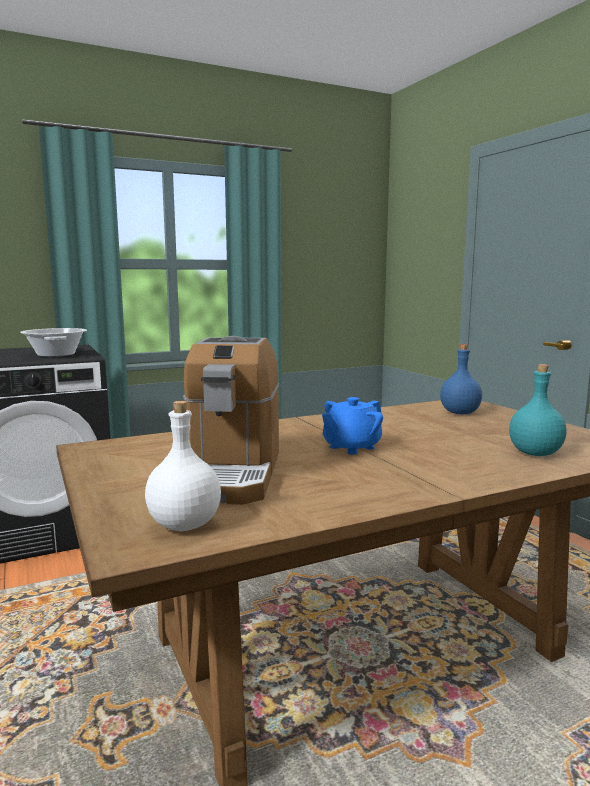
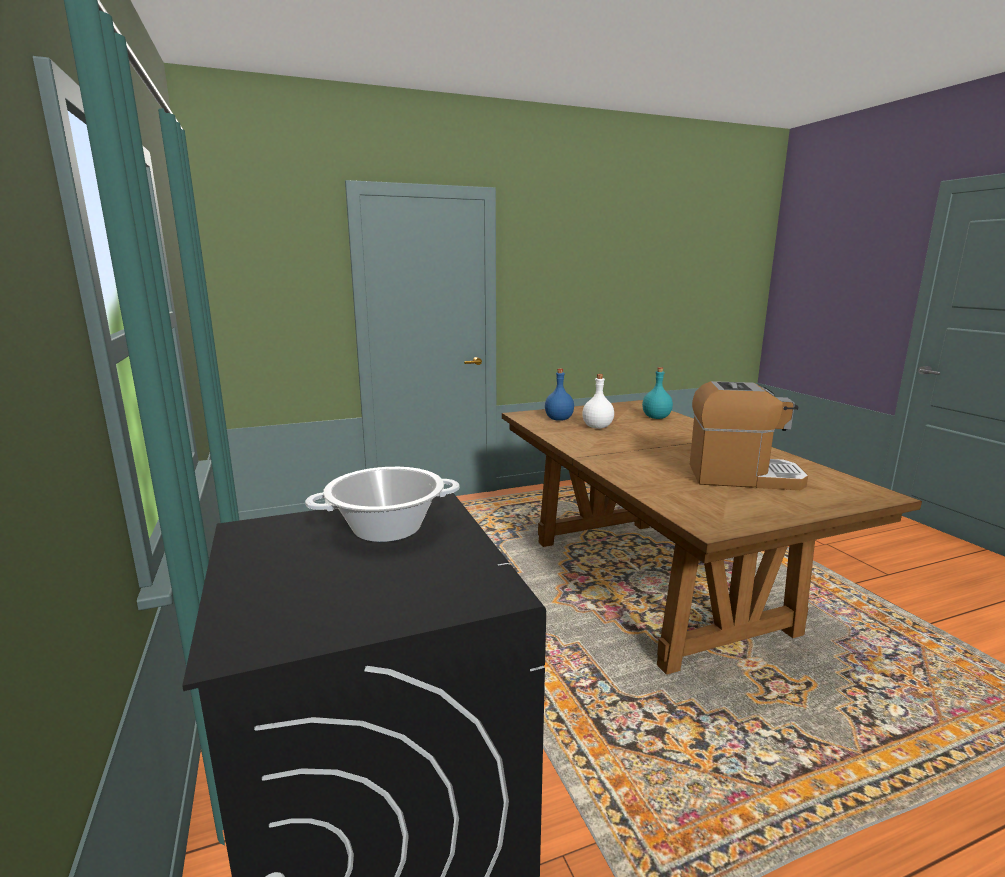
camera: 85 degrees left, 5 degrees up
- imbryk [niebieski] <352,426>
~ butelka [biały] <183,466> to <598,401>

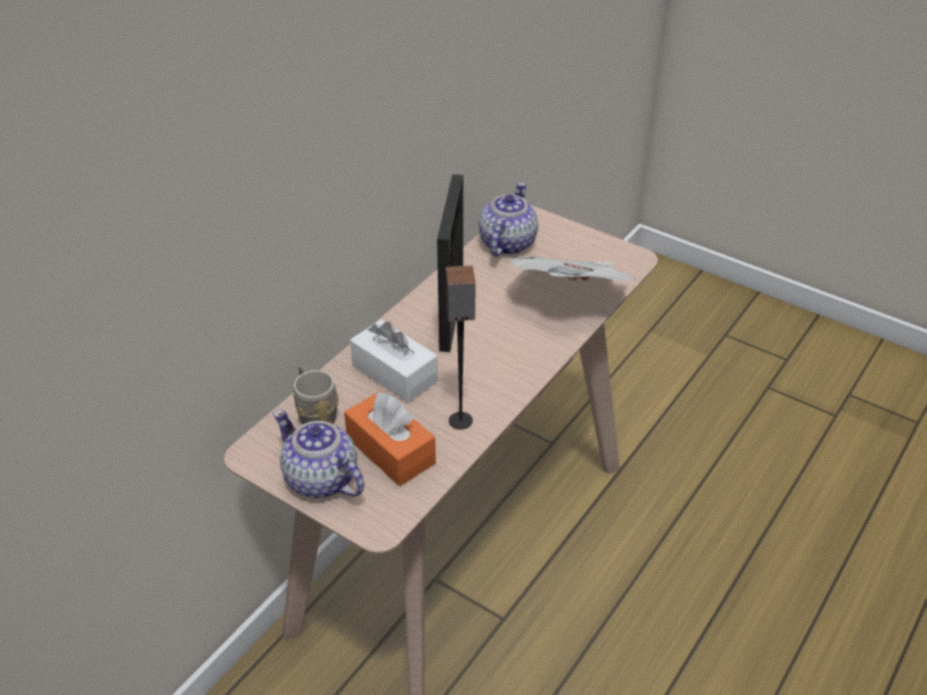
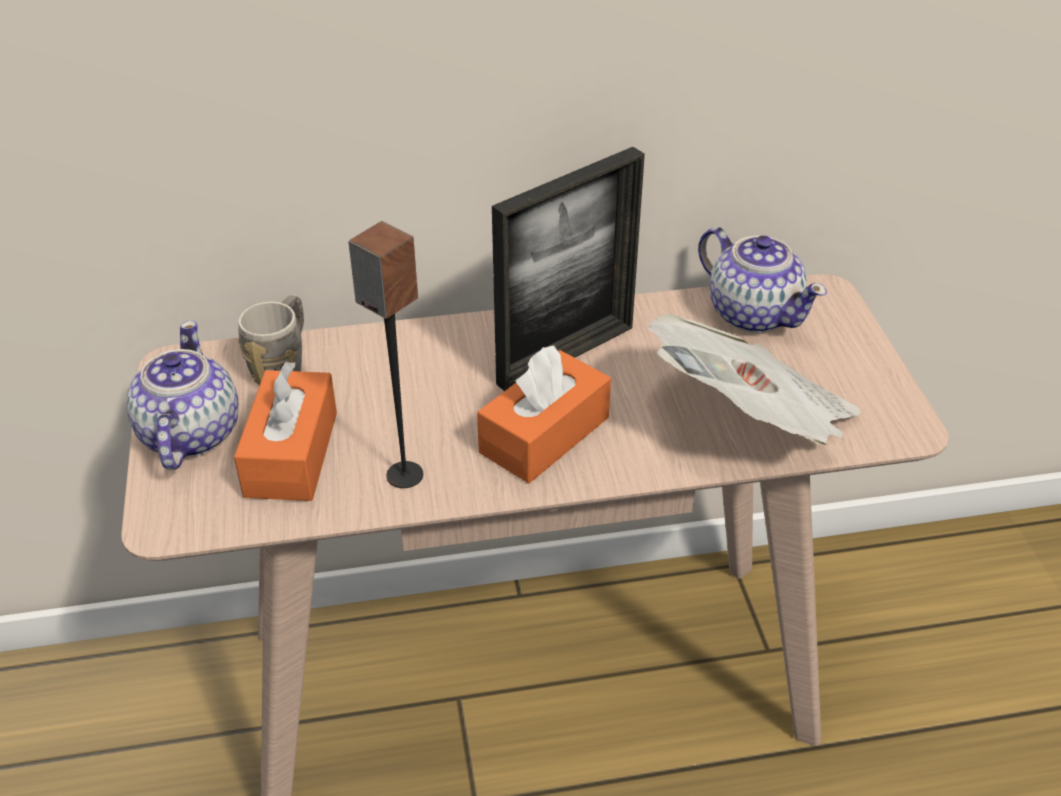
camera: 45 degrees right, 0 degrees up
~ imbryk <508,219> = <762,280> 75 degrees clockwise
- pudełko chusteczek [biały] <394,361>
+ pudełko chusteczek [pomarańczowy] <544,414>

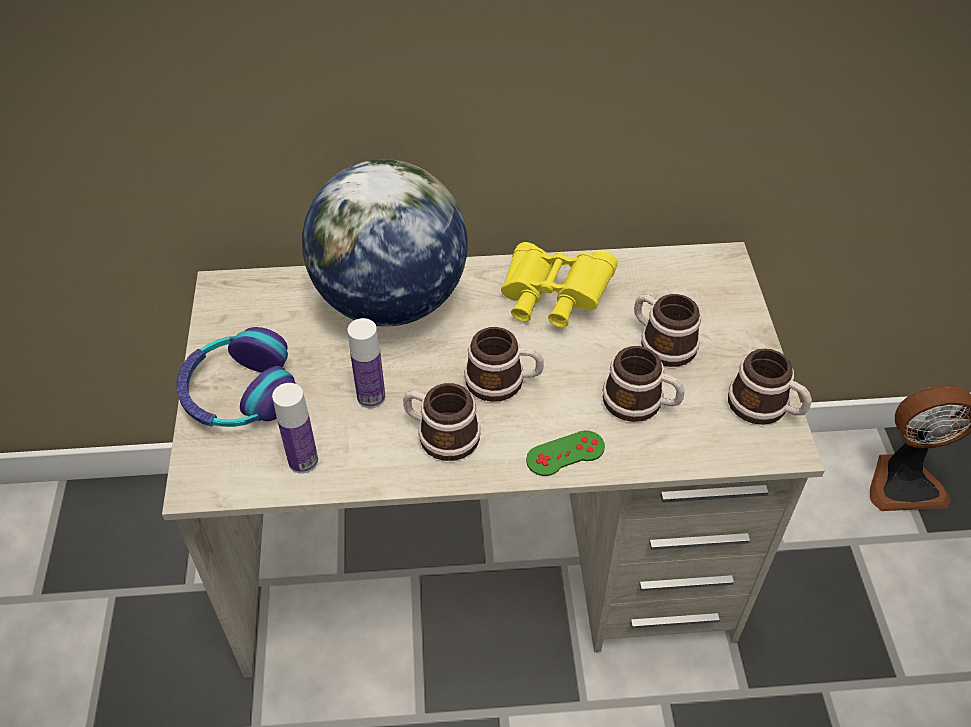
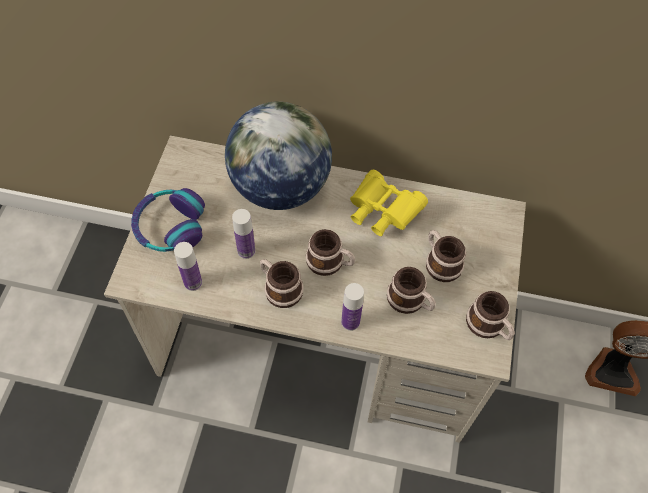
camera: 15 degrees right, 10 degrees up
~ pad do gier [zielony] <565,453> to butelka <352,307>

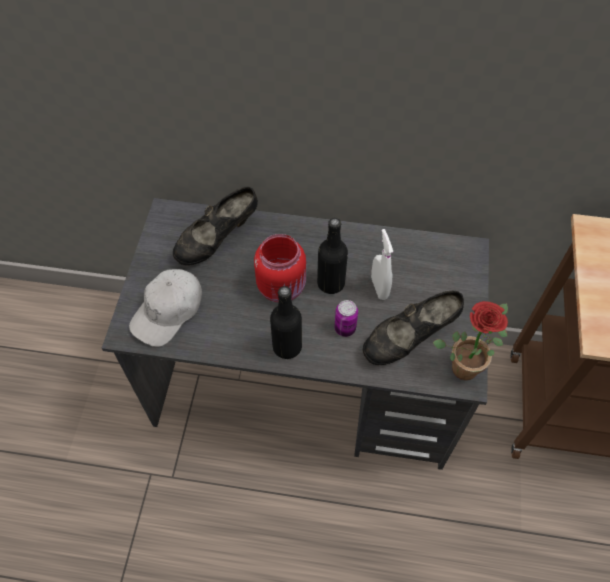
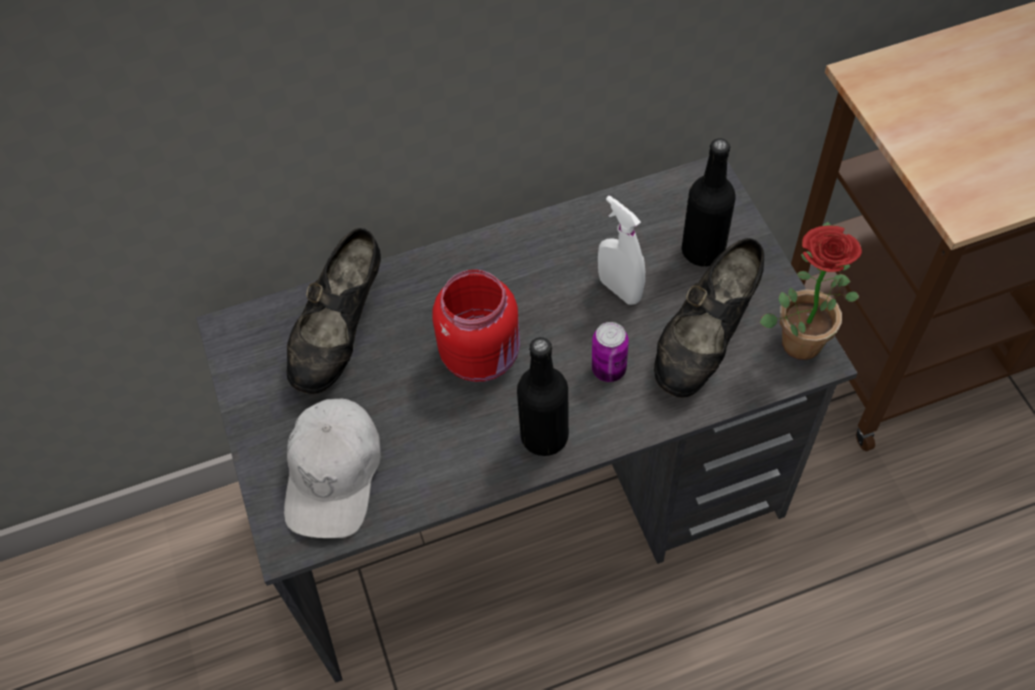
camera: 25 degrees left, 0 degrees up
~ butelka [czarny] <332,256> to <709,202>

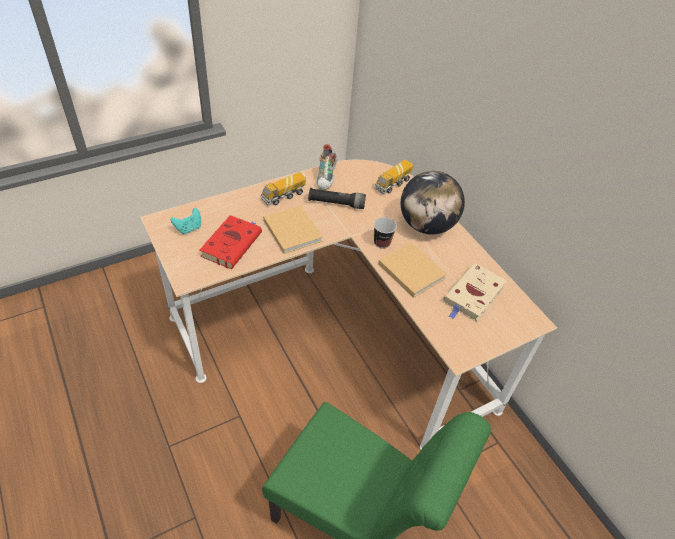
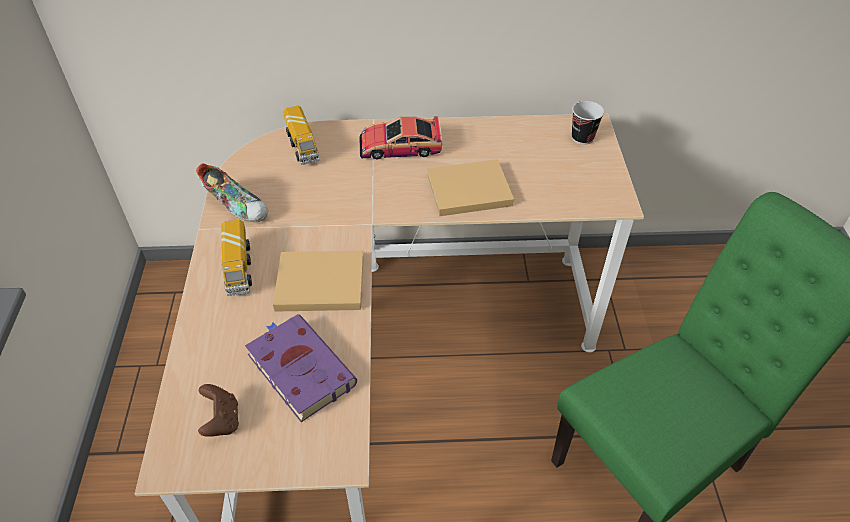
camera: 60 degrees left, 0 degrees up
~ globus <433,203> to samochodzik <400,138>
- latarka [czarny] <337,198>
~ pad do gier [turkusowy] <186,221> to pad do gier [brązowy] <218,410>
~ książka [czerwony] <230,242> to książka [fioletowy] <301,368>
~ filiżanka <385,233> to <588,123>
- książka [beżowy] <475,292>

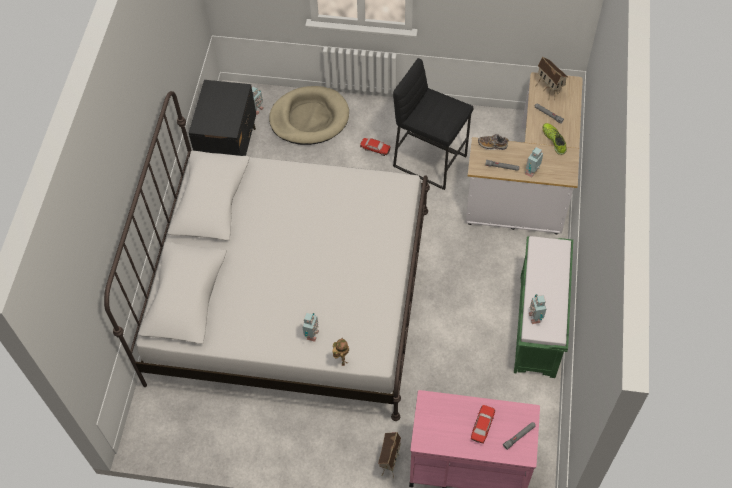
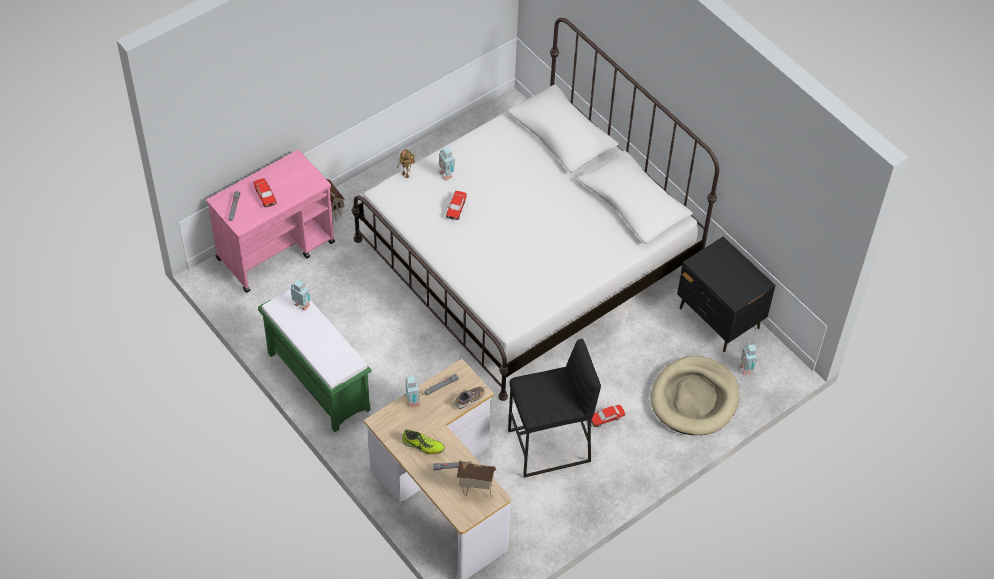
camera: 130 degrees right, 5 degrees down
+ samochodzik <456,205>

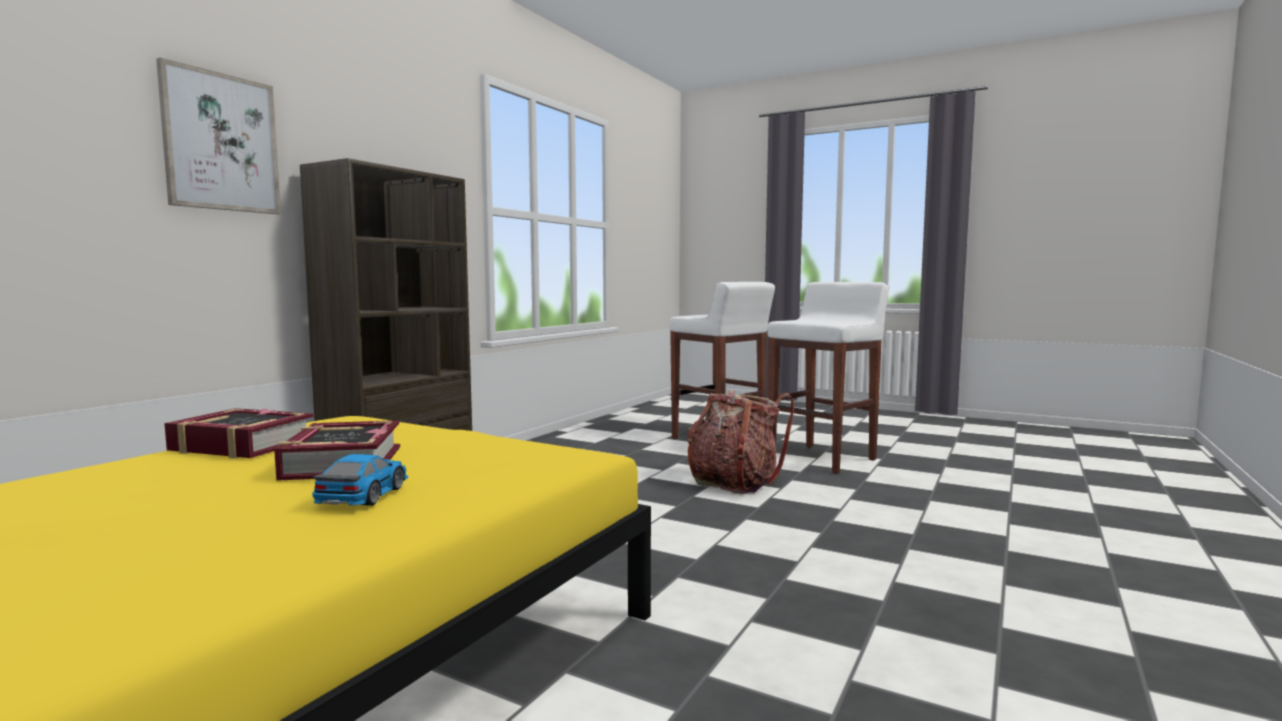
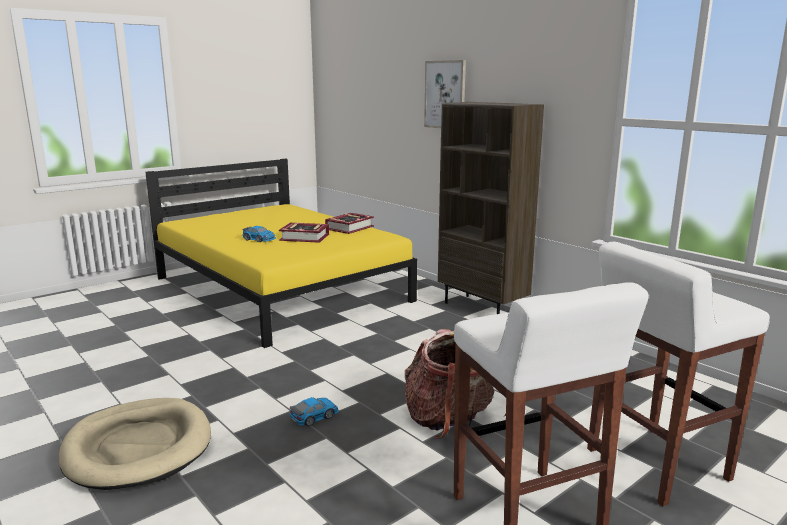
camera: 110 degrees right, 10 degrees up
+ samochodzik <314,411>
+ legowisko [beżowy] <135,444>

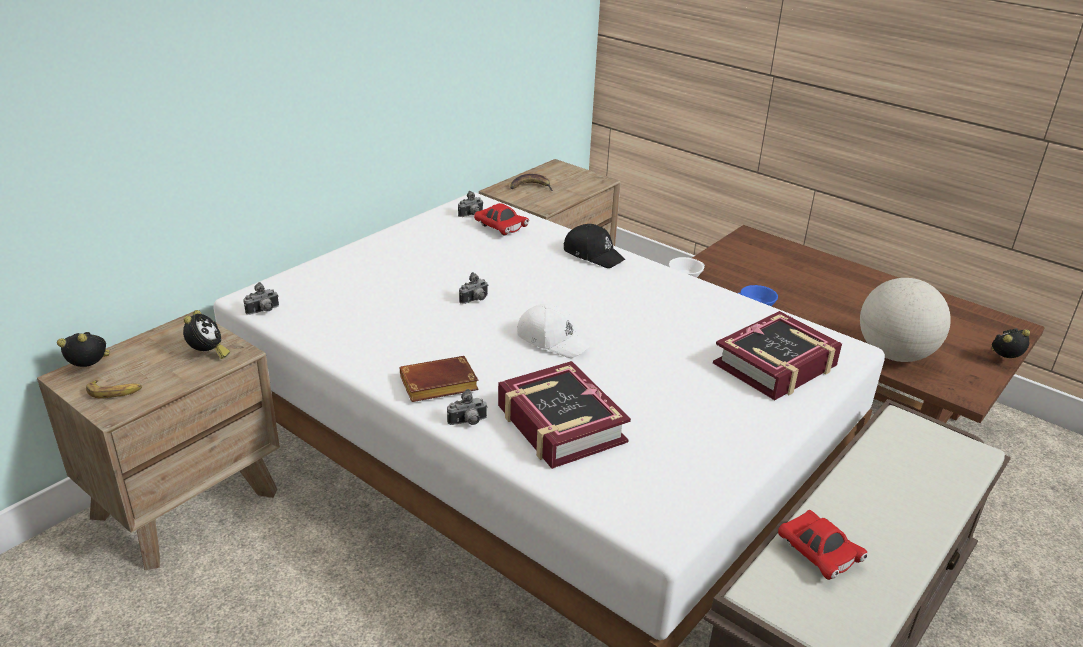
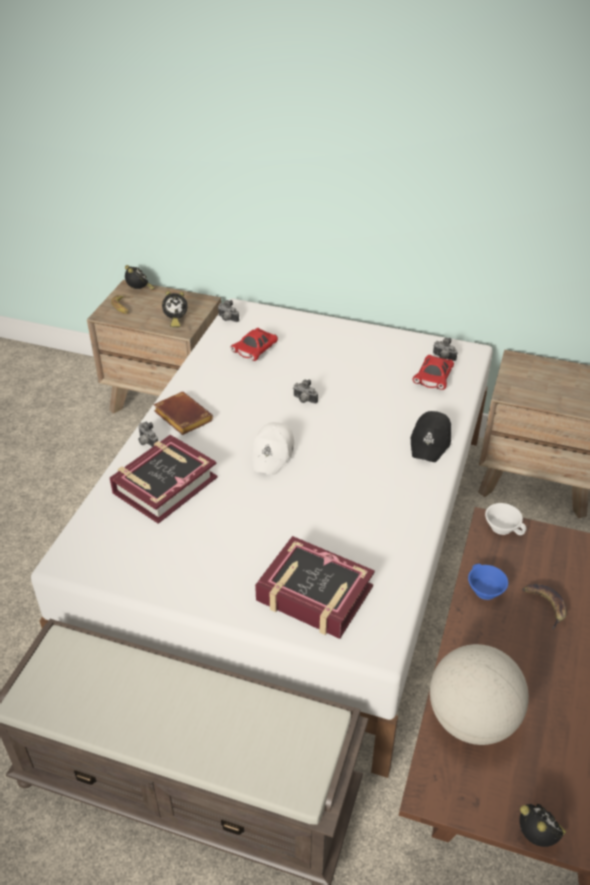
camera: 70 degrees right, 10 degrees up
~ banan <531,182> to <544,607>
~ samochodzik [czerwony] <823,545> to <254,344>

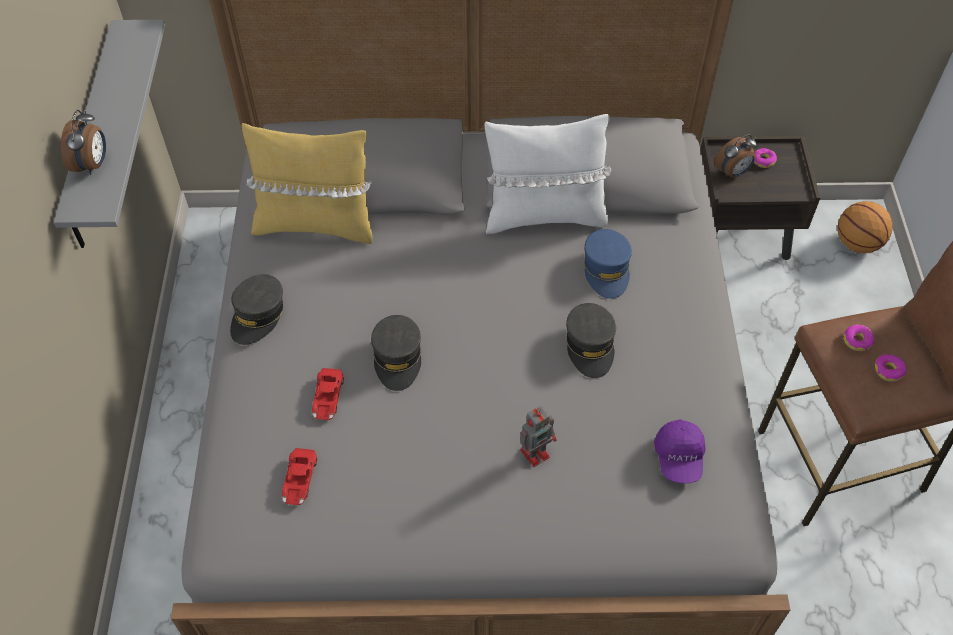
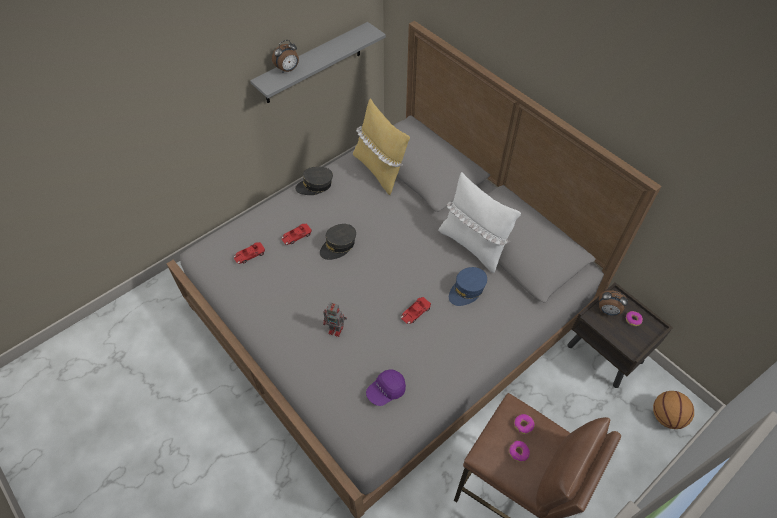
camera: 50 degrees right, 0 degrees up
~ czapka z daszkiem [szary] <591,340> to samochodzik [czerwony] <416,310>

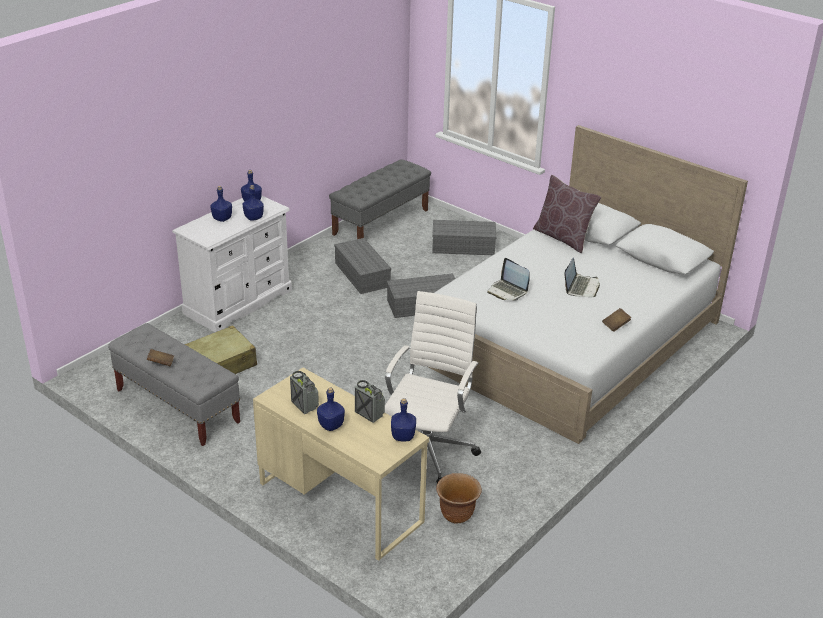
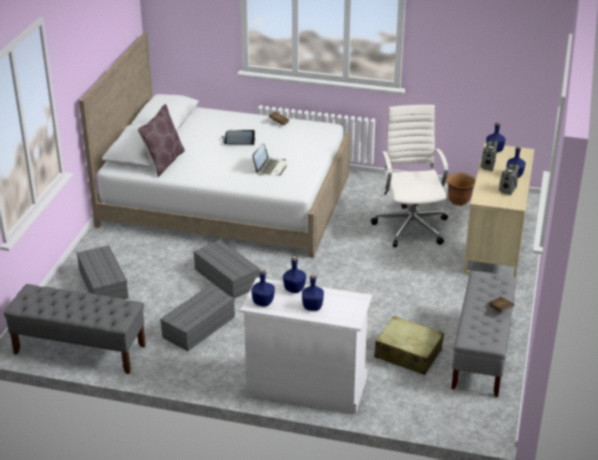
camera: 115 degrees left, 0 degrees up
~ krzesło biurowe [biały] <433,387> = <409,176> 90 degrees clockwise

